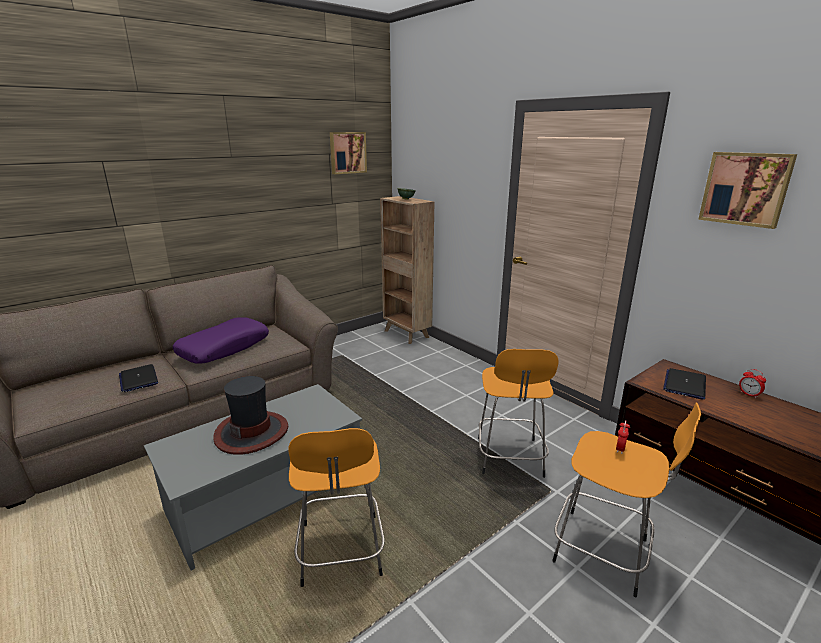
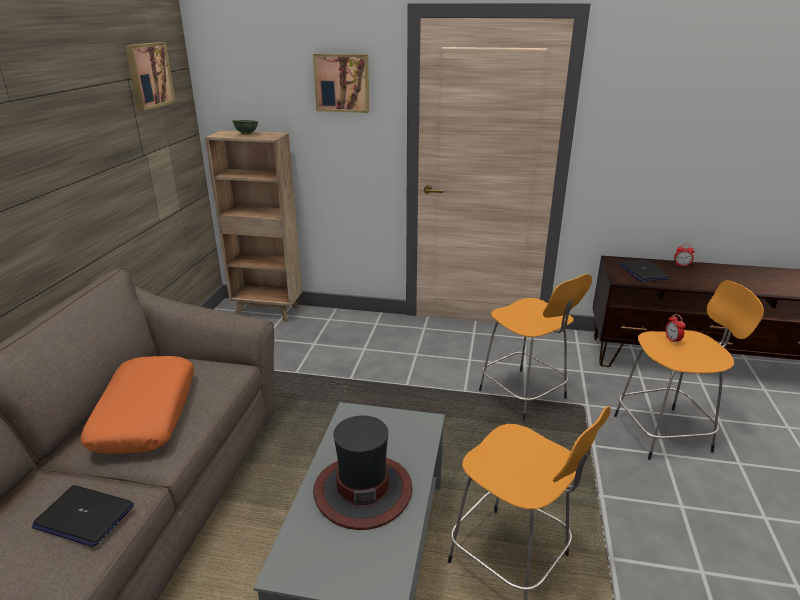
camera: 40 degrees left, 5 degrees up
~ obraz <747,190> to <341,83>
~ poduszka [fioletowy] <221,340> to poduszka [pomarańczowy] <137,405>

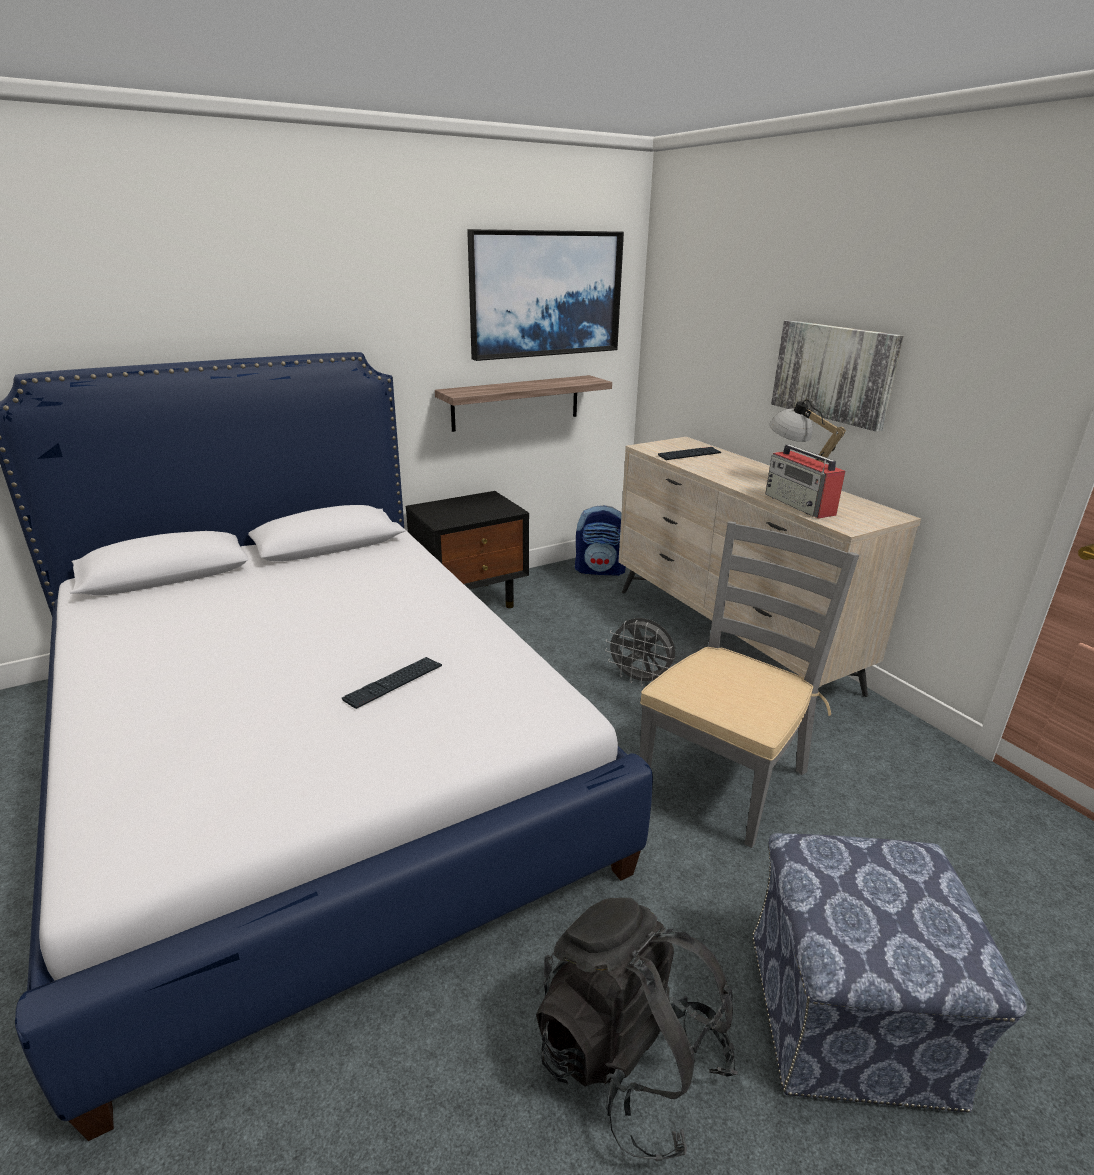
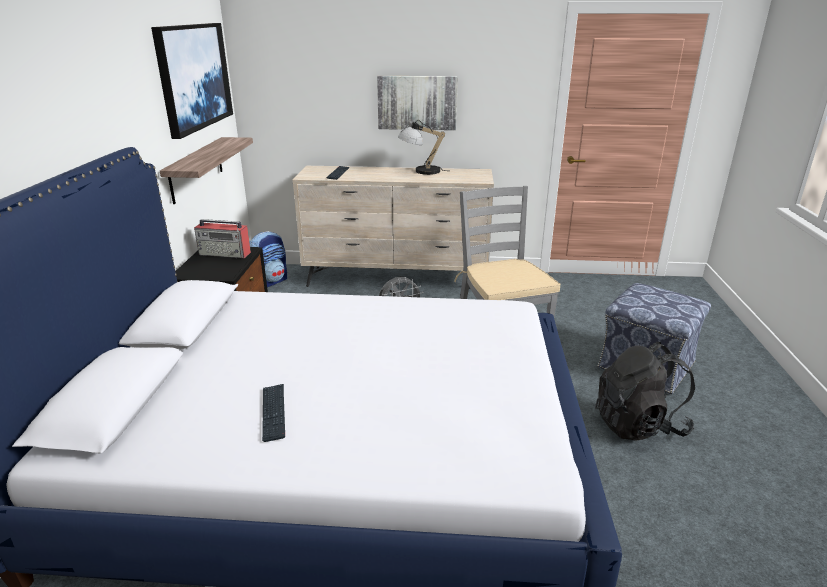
camera: 55 degrees left, 0 degrees up
~ radio <805,481> to <222,238>
~ klawiatura <392,683> to <273,413>

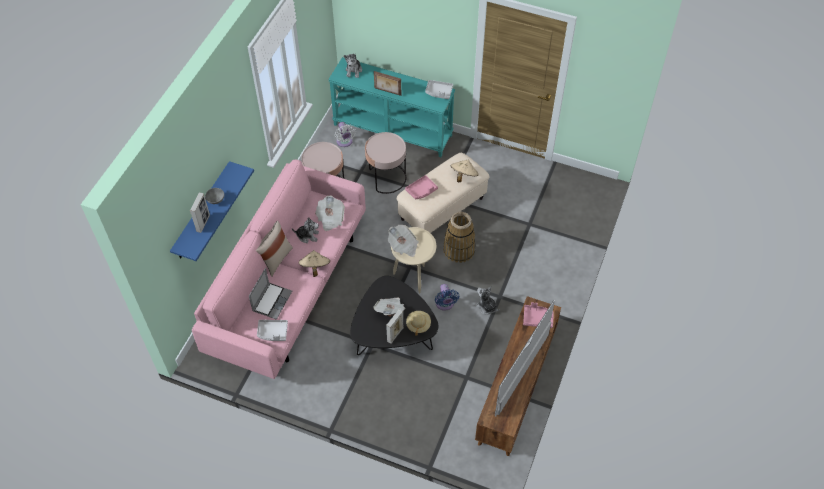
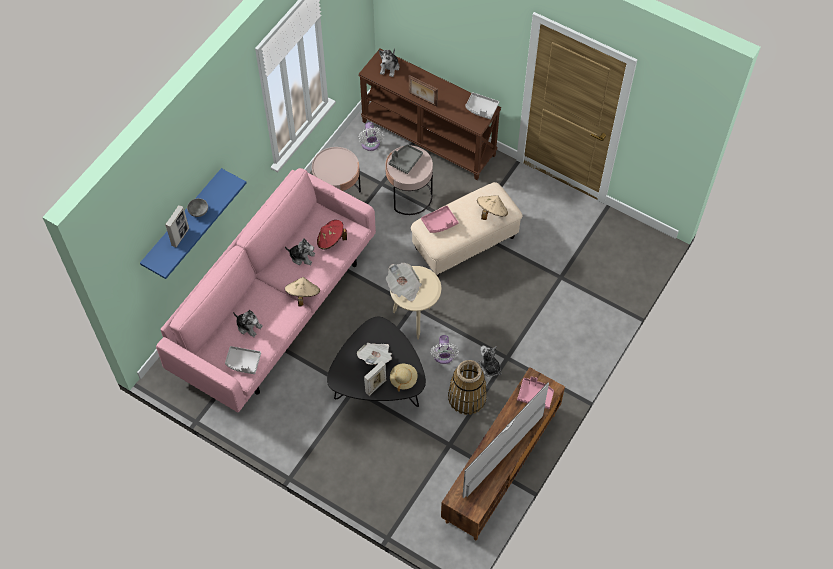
camera: 10 degrees right, 5 degrees up
~ stolik konsolowy [turkusowy] <391,107> to stolik konsolowy [brązowy] <430,114>
~ gazeta <330,213> to kapelusz [czerwony] <332,235>
~ koszyk <459,237> to <467,387>
- poduszka [beżowy] <274,249>
~ laptop <270,294> to pluszak <248,323>
~ wentylator [niebieski] <447,297> to wentylator [biały] <444,349>
+ taca [szary] <406,159>

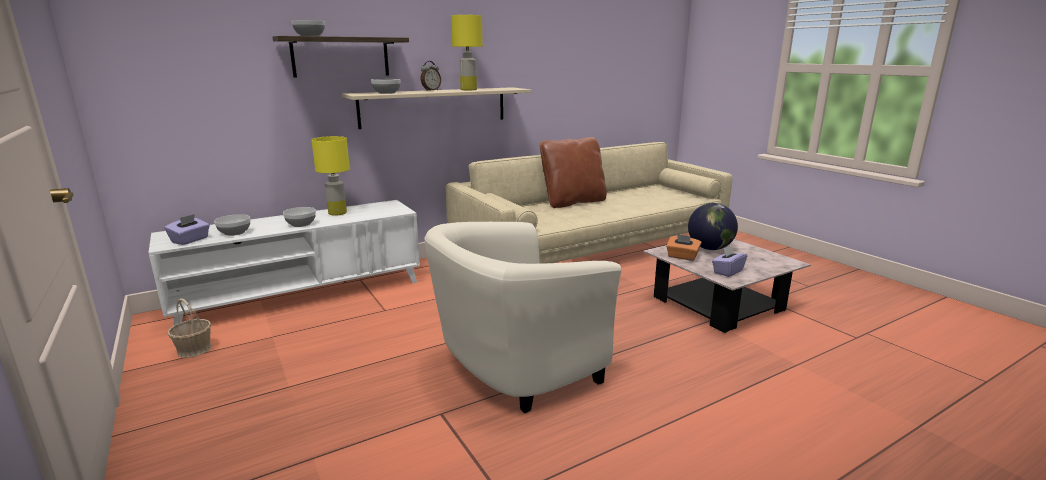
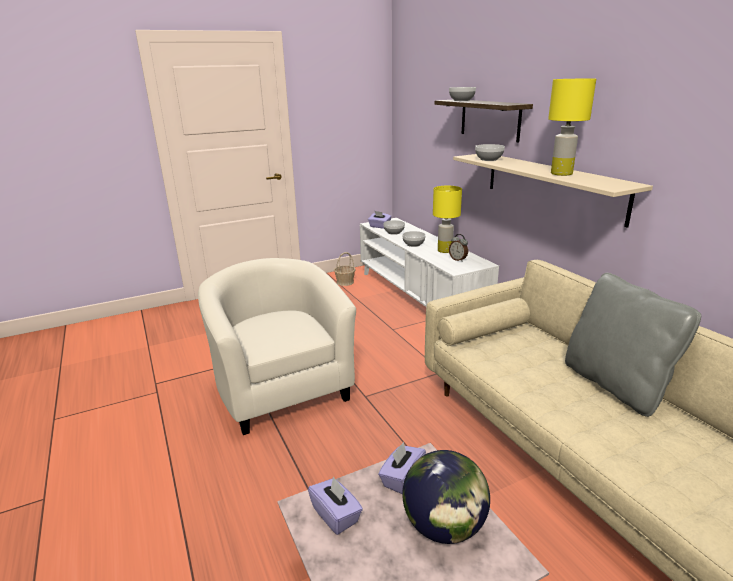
camera: 95 degrees right, 5 degrees up
~ budzik <431,76> to <458,248>
~ poduszka [brązowy] <573,172> to poduszka [szary] <633,345>
~ pudełko chusteczek [pomarańczowy] <683,247> to pudełko chusteczek [fioletowy] <402,468>

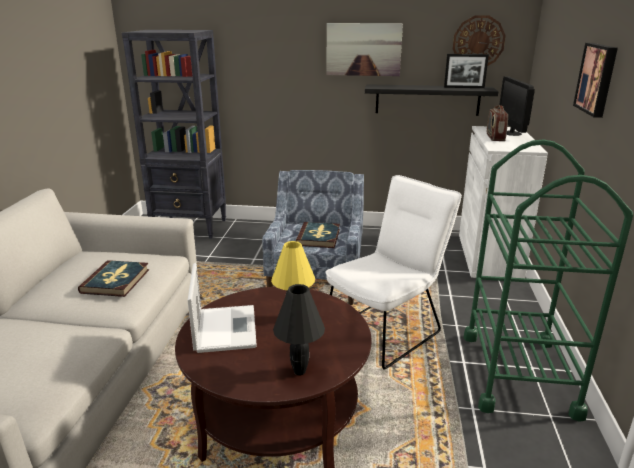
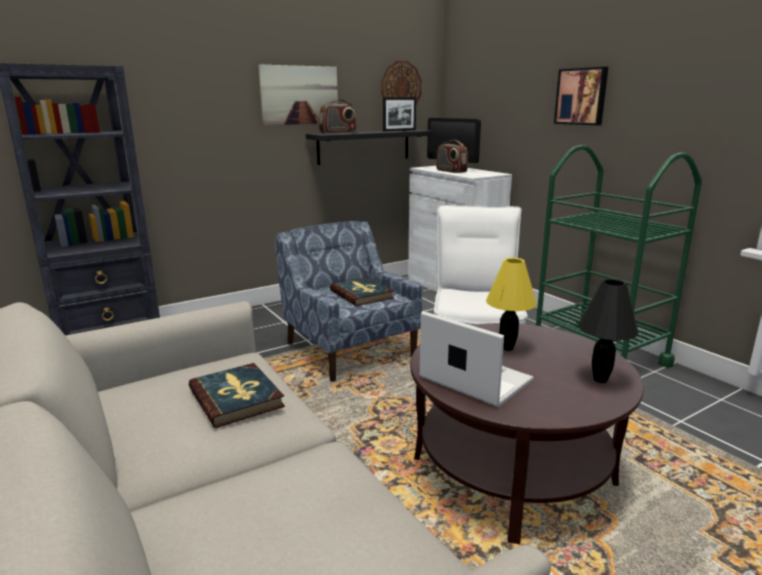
camera: 40 degrees left, 5 degrees down
+ radio <338,116>

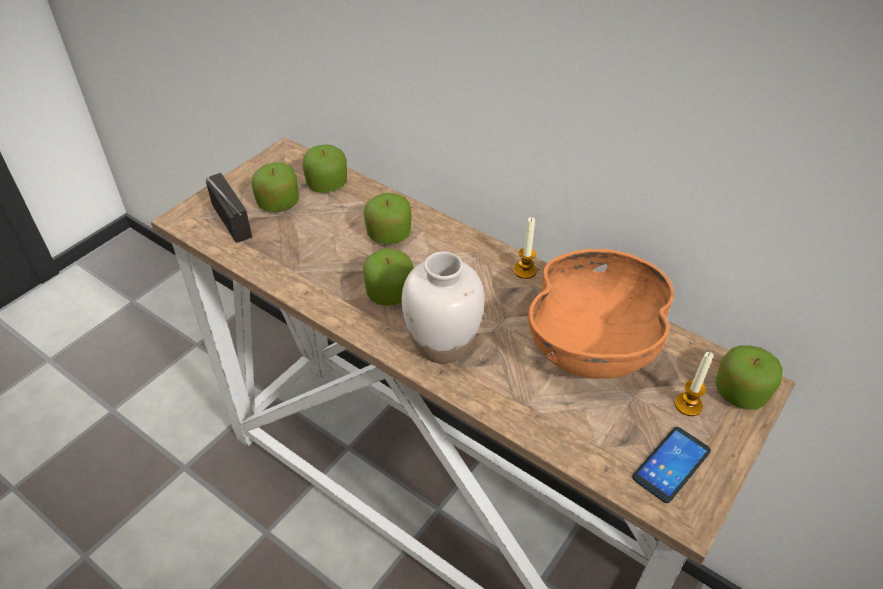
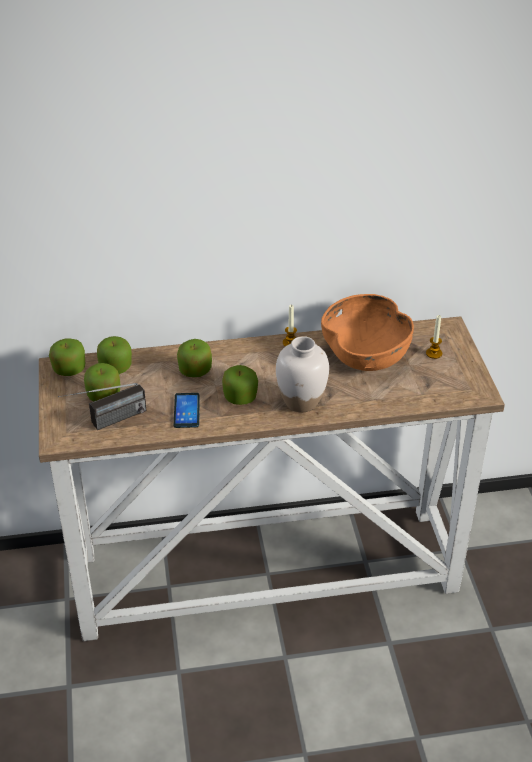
camera: 45 degrees left, 5 degrees down
~ radio <229,208> = <102,406> 135 degrees clockwise
~ jabłko <749,377> to <67,357>
~ telefon <671,465> to <187,410>

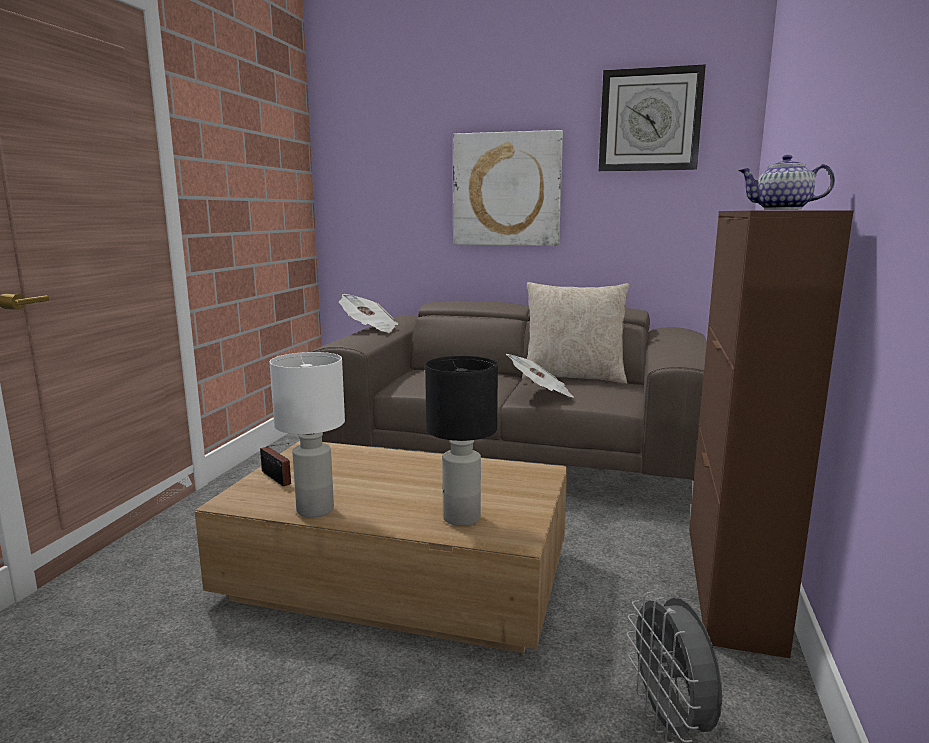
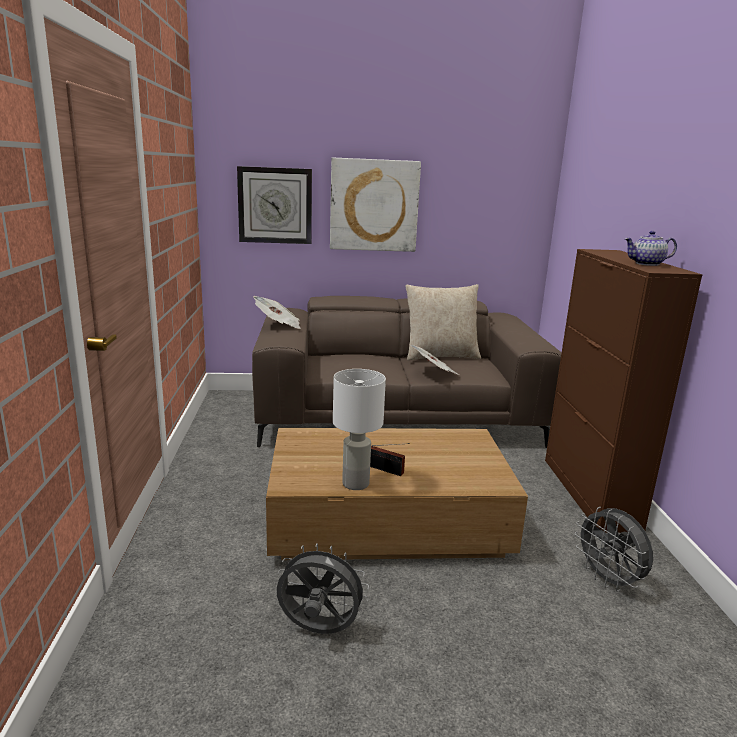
camera: 20 degrees left, 5 degrees up
~ zegar ścienny <652,117> to <274,205>
- lampa stołowa [czarny] <461,441>
~ radio <275,464> to <390,459>
+ wentylator [szary] <323,589>

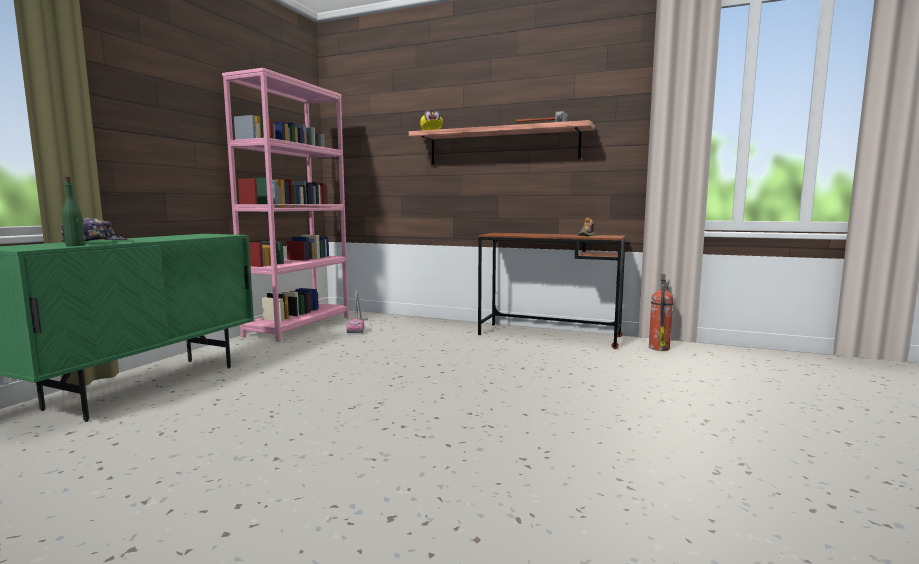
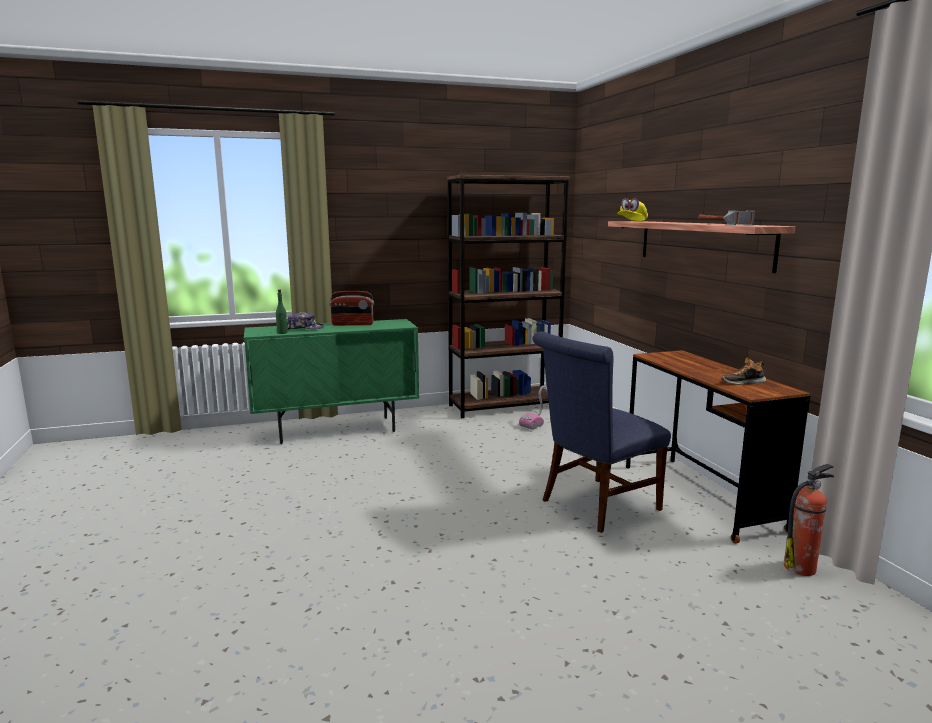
camera: 50 degrees right, 5 degrees up
~ regał [różowy] <285,205> to regał [brązowy] <508,296>
+ radio <351,308>
+ krzesło [niebieski] <601,432>

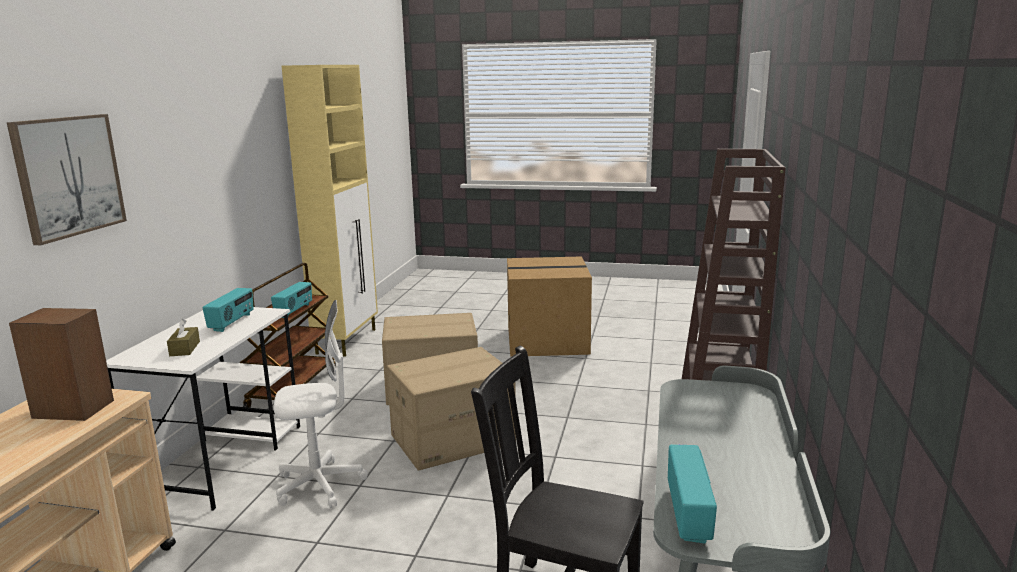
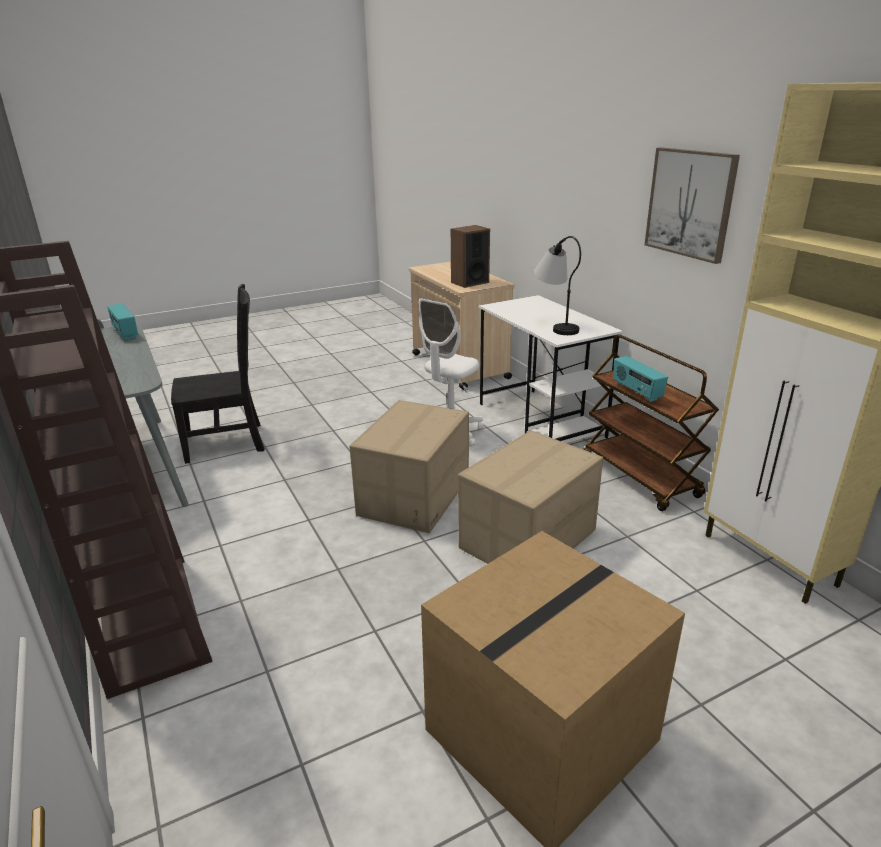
camera: 140 degrees right, 10 degrees up
~ obraz <67,179> to <692,205>
~ radio <228,310> to lampa stołowa <557,285>
- pudełko chusteczek [brązowy] <183,337>

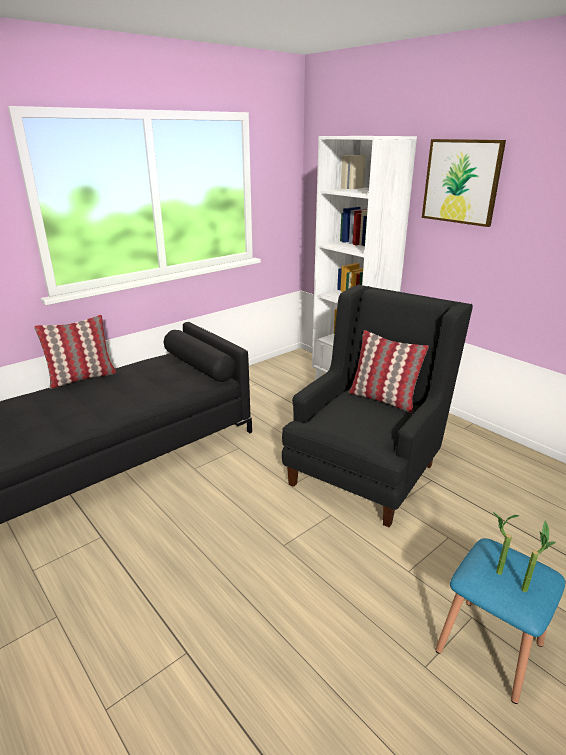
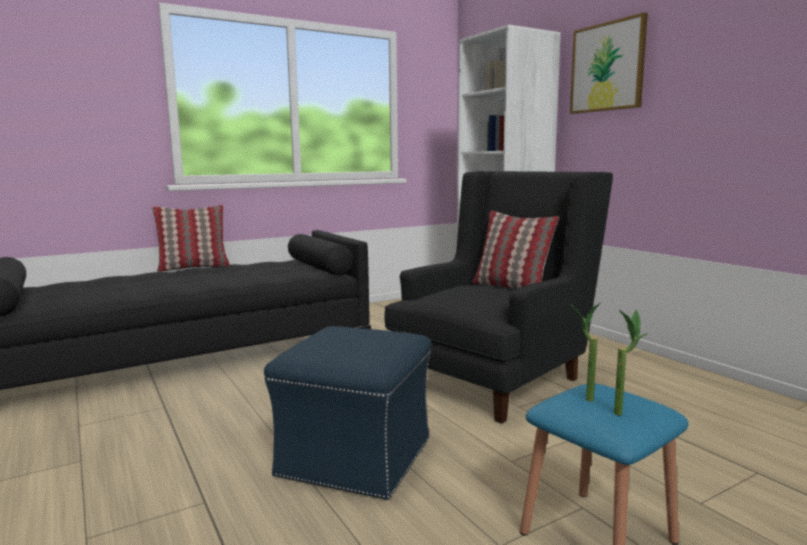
camera: 10 degrees right, 15 degrees down
+ pufa [niebieski] <347,413>

